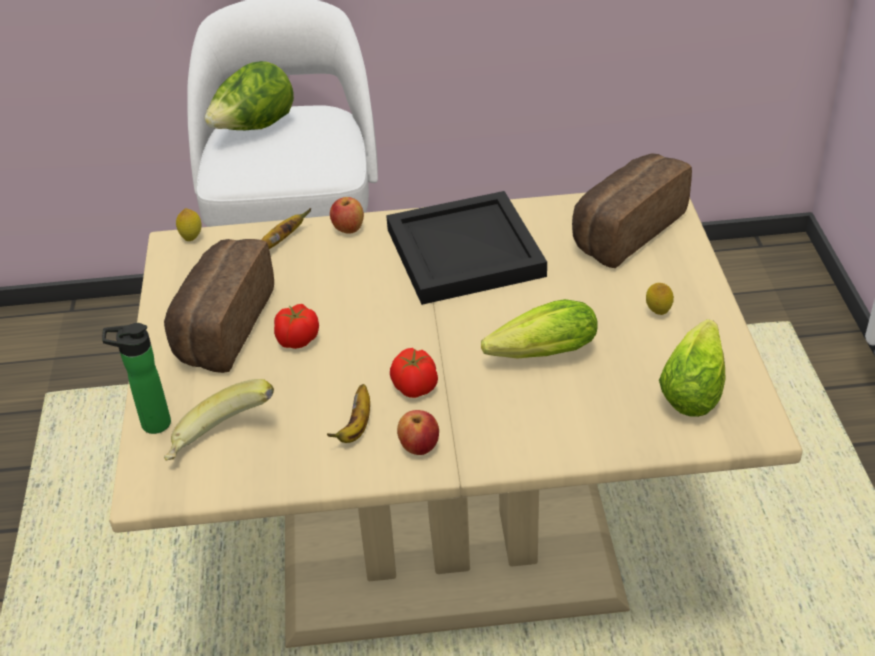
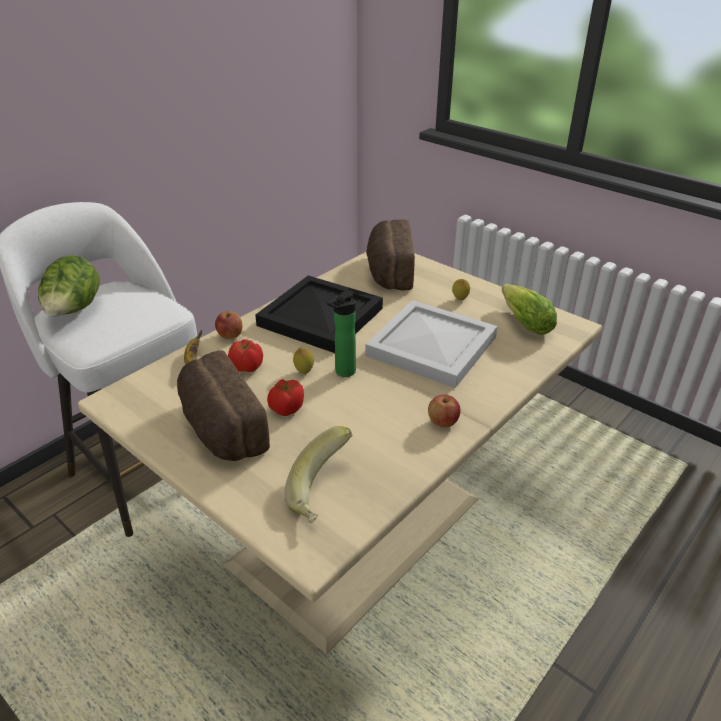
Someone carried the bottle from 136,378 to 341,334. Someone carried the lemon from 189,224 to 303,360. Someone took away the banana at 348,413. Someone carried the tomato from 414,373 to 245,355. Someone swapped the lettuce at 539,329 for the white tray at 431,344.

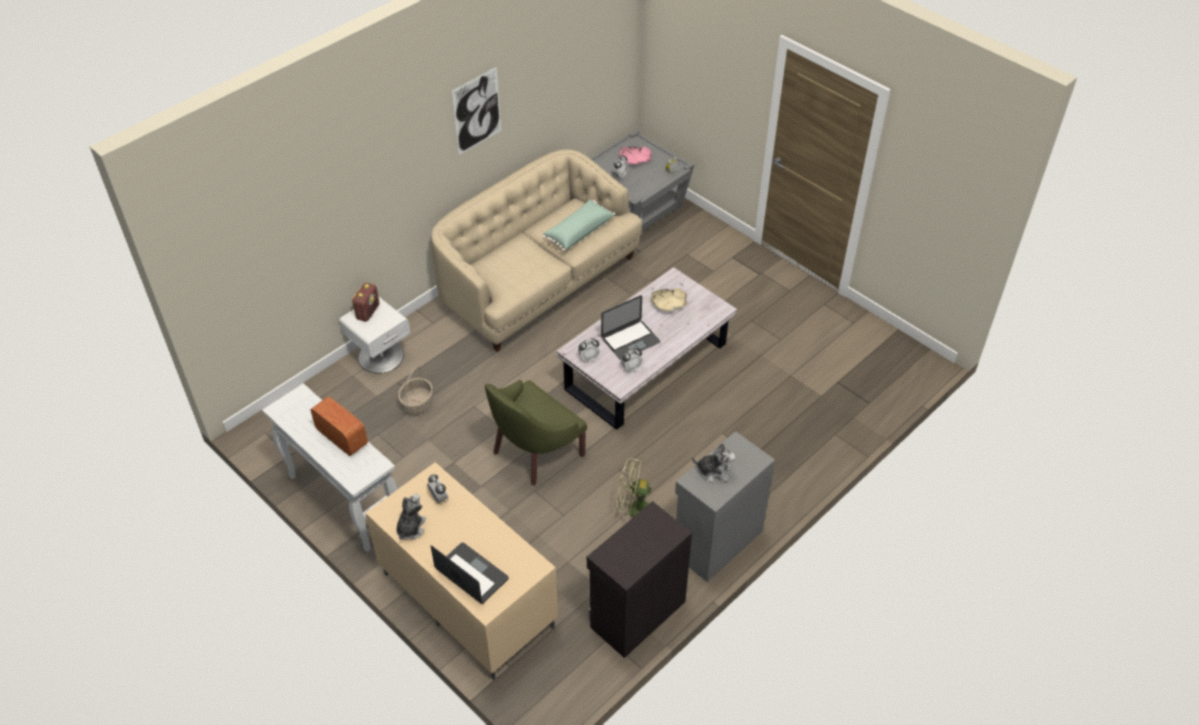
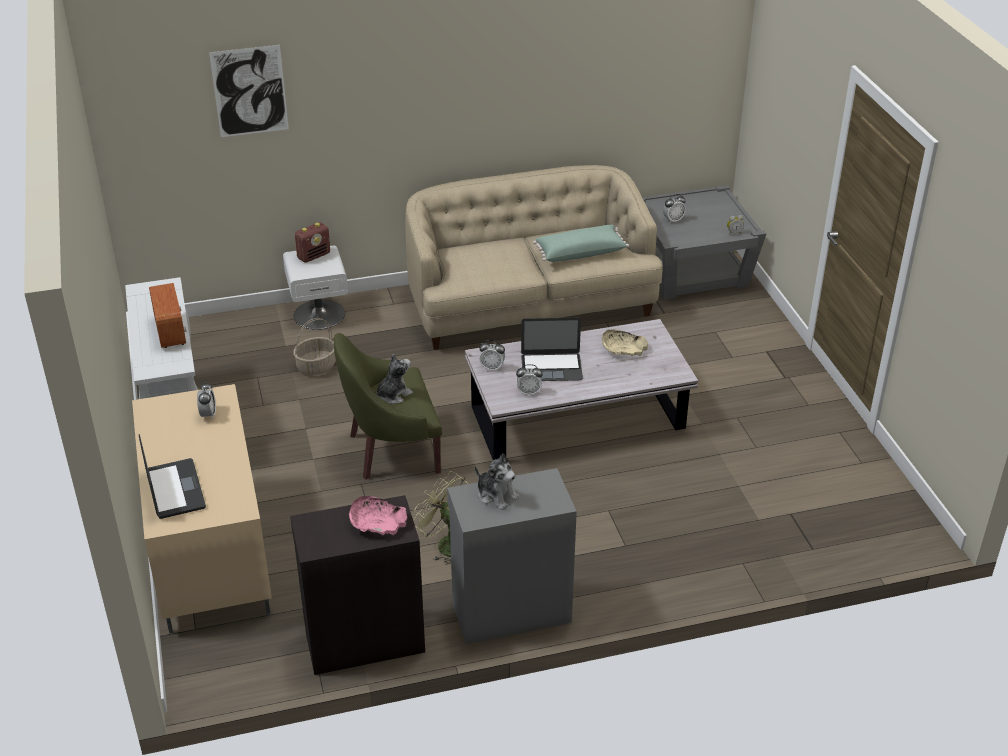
Someone carried the plush toy from 411,517 to 393,379. Someone carried the picture from 476,111 to 249,91. Someone carried the pink bowl from 635,156 to 378,515.

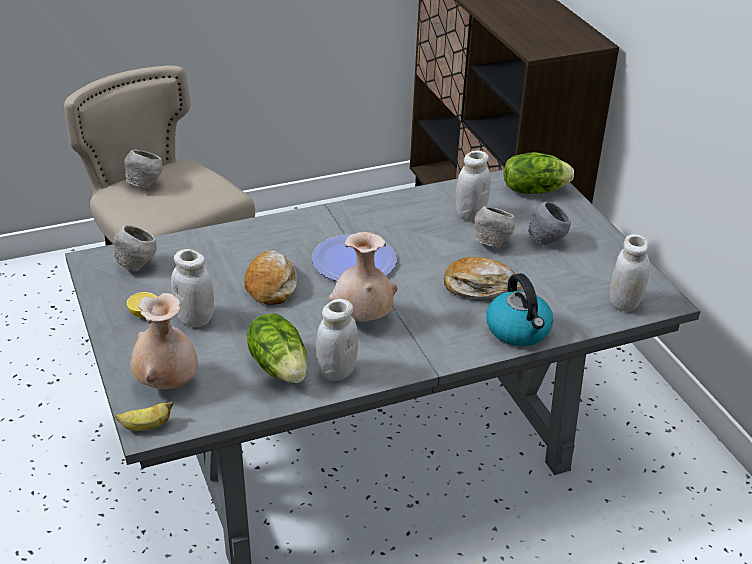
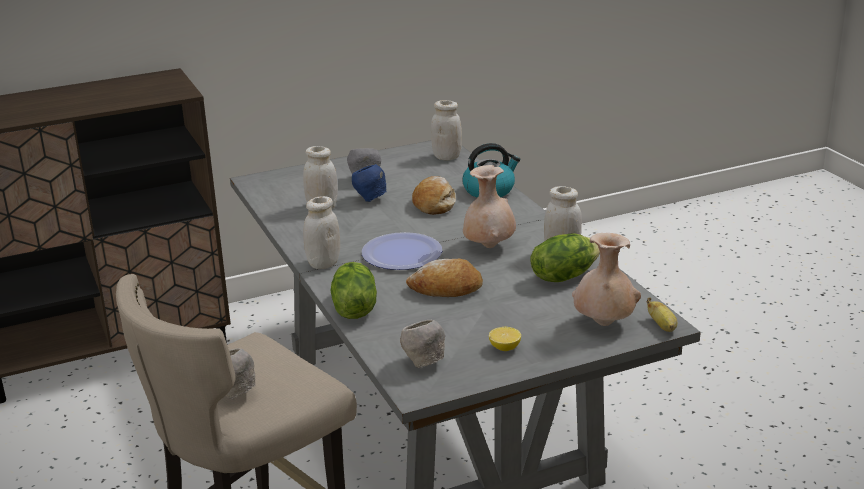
Someone carried the white jar from 192,288 to 321,232. Someone repainted the grey bowl at 495,227, which became the blue bowl at 369,183. Someone carried the lettuce from 539,173 to 354,290.

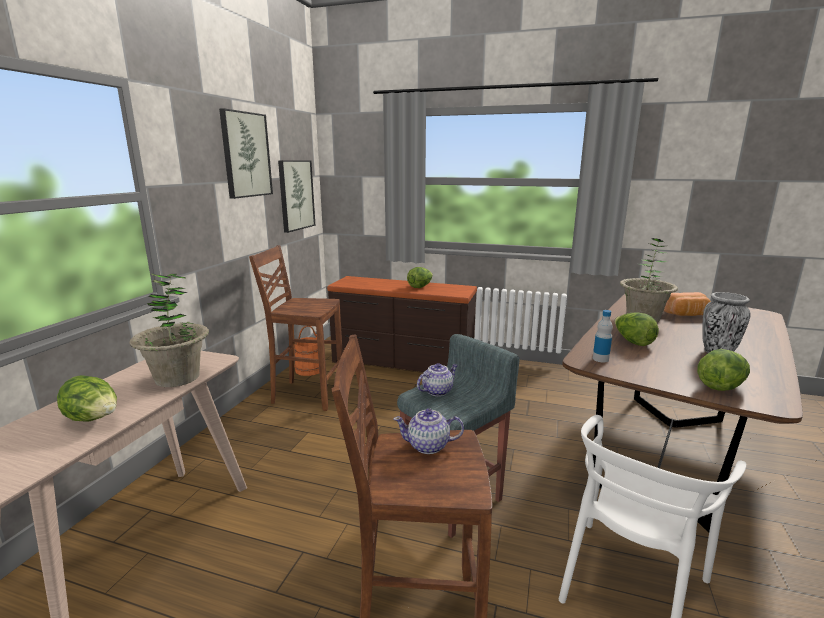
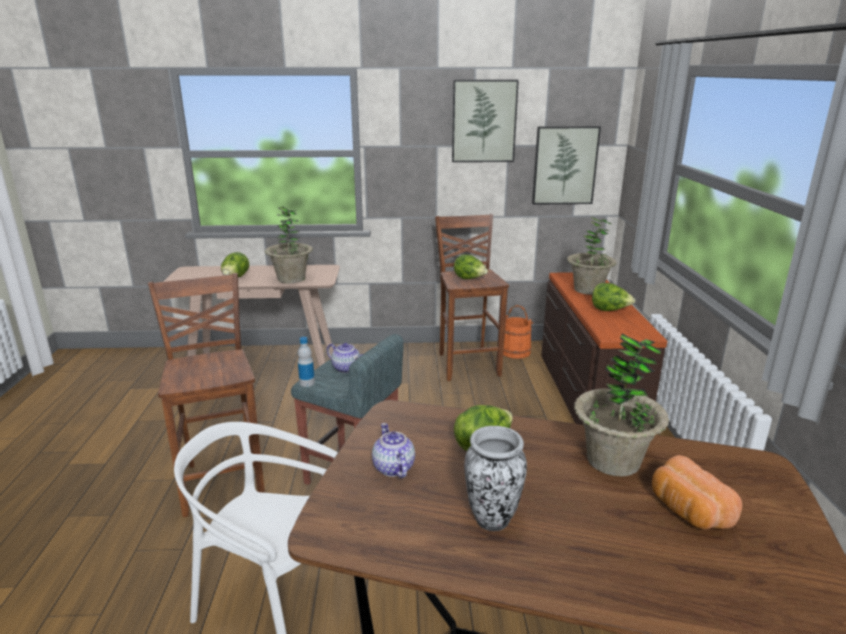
Someone carried the teapot from 428,431 to 393,450. Someone carried the bottle from 603,336 to 306,362. Someone carried the lettuce from 723,370 to 471,267. Someone put down the potted plant at 592,256.

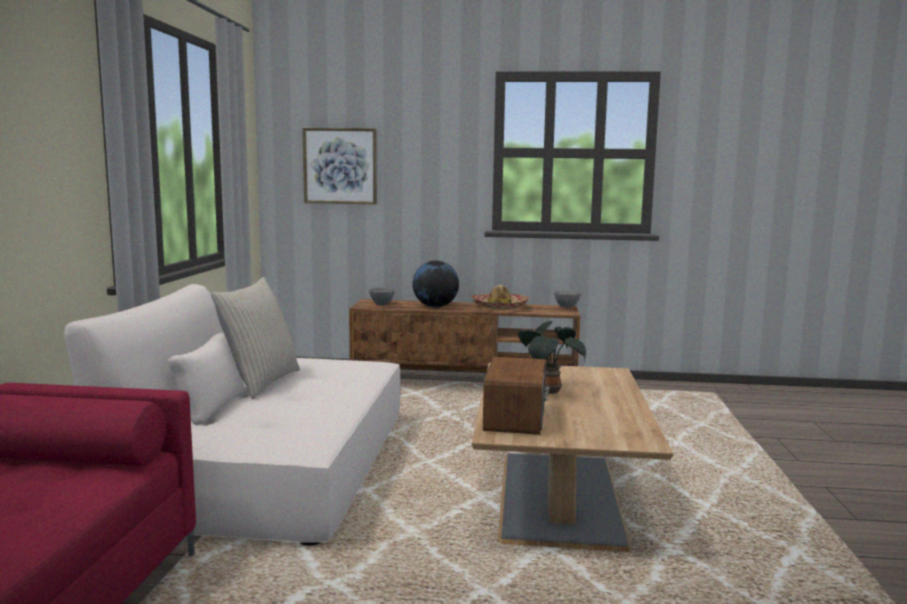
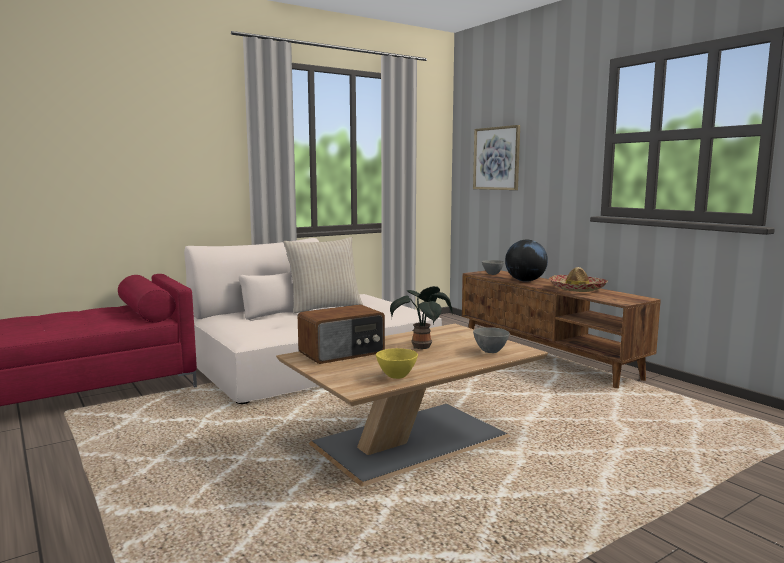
Someone carried the grey bowl from 567,299 to 491,340. Someone put down the yellow bowl at 397,363.

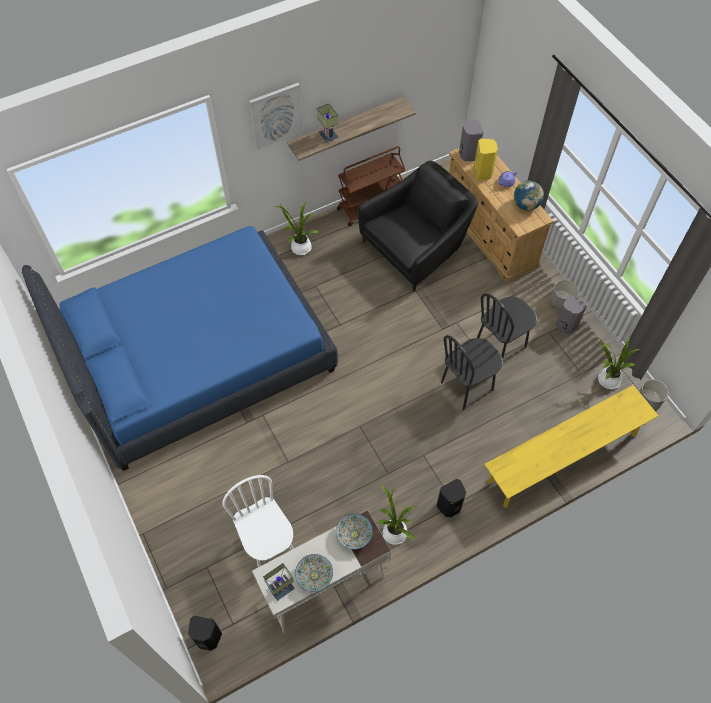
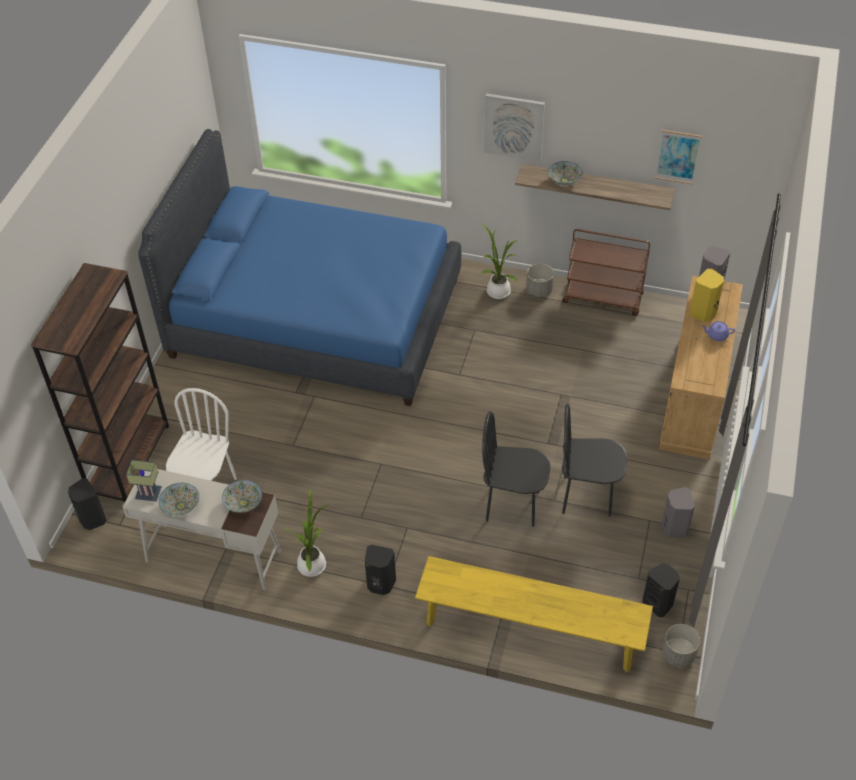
Someone swapped the table lamp at 327,122 for the bowl at 565,173. Someone took away the black armchair at 418,226. Someone took away the globe at 529,195. Someone carried the grey planter from 564,294 to 540,280. Someone swapped the potted plant at 618,363 for the black speaker at 661,590. Someone put down the brown bookcase at 100,383. Someone put up the picture at 678,157.

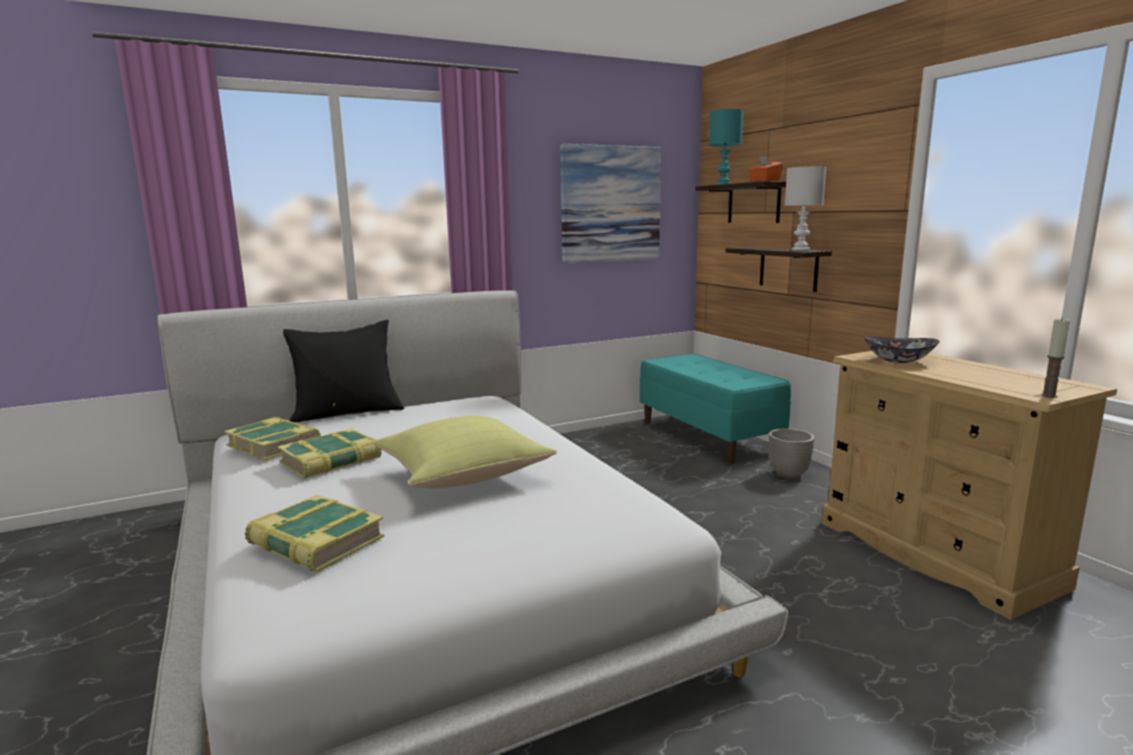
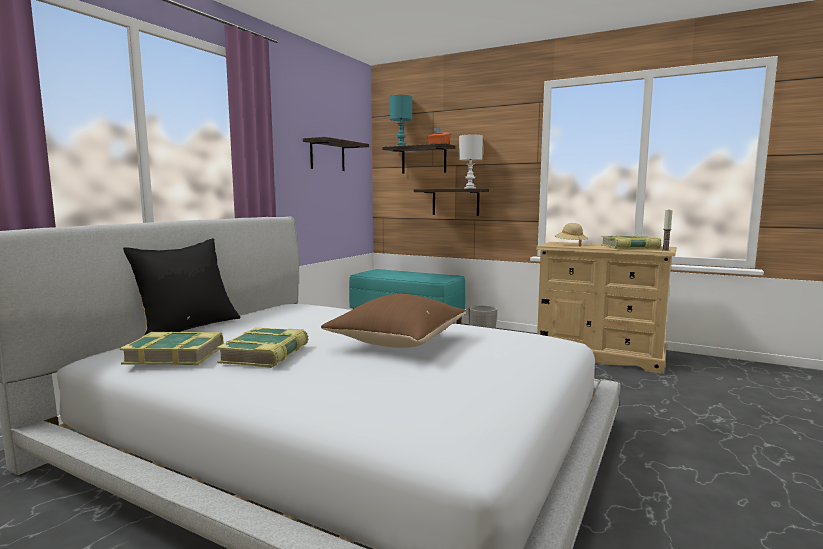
Someone carried the book from 315,533 to 631,242. Someone repainted the yellow pillow at 465,452, which became the brown pillow at 393,321. Someone swapped the picture at 610,204 for the shelf at 336,154. Someone swapped the bowl at 902,349 for the beige hat at 571,235.

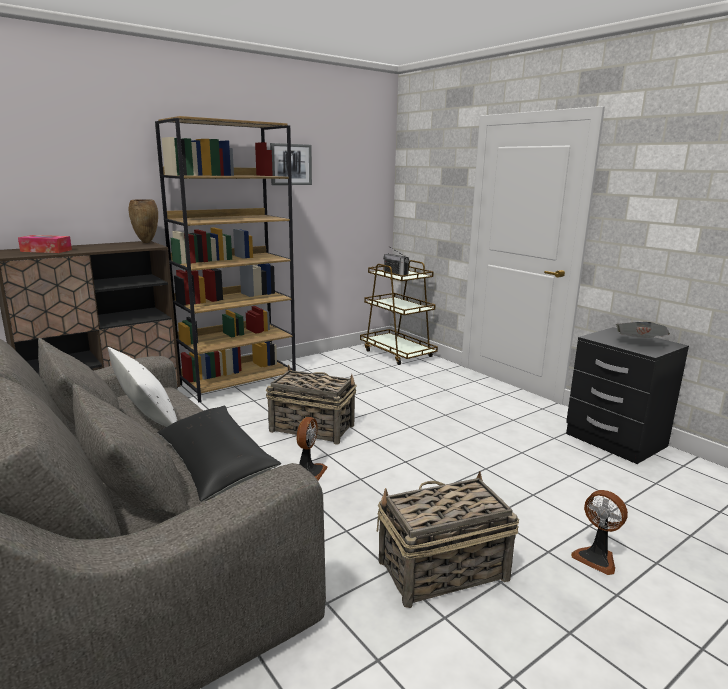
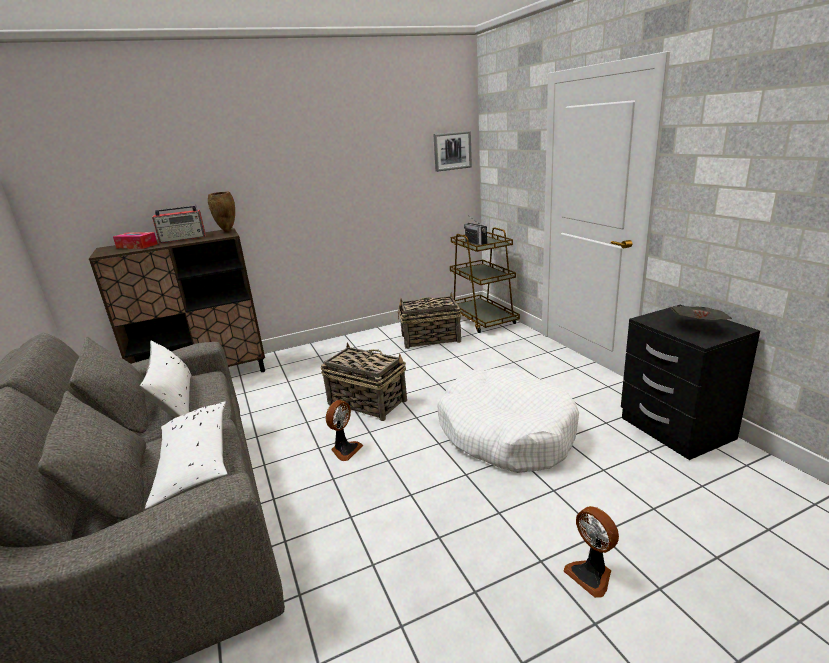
Someone took away the brown bookcase at 225,259. Someone repainted the black pillow at 219,454, which became the white pillow at 186,455. Someone carried the picture from 291,164 to 452,151. Someone carried the basket from 448,539 to 429,321. Someone put down the radio at 179,223. Someone put down the white dog bed at 508,420.

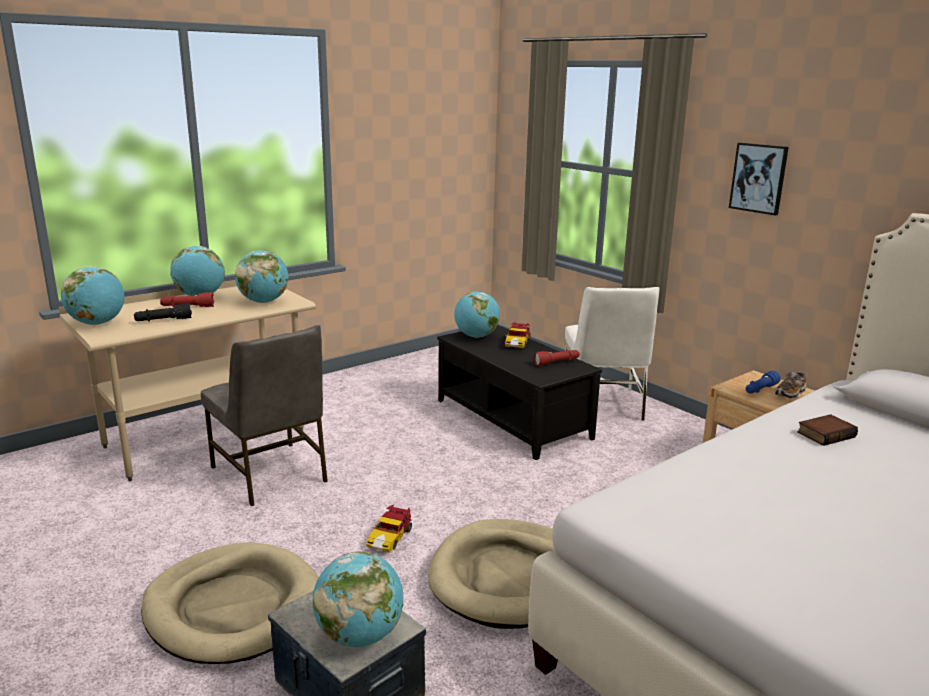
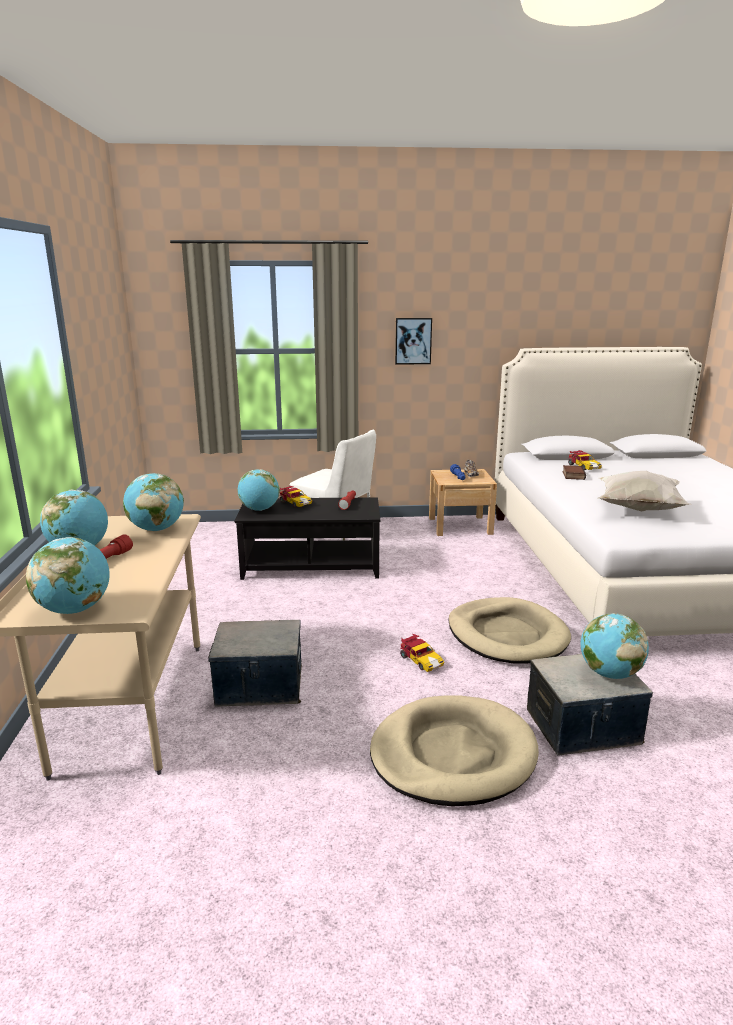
Someone took away the black flashlight at 163,312. Someone swapped the grey chair at 264,415 for the storage box at 255,663. Someone put down the toy car at 585,460. Someone put down the white pillow at 644,491.

